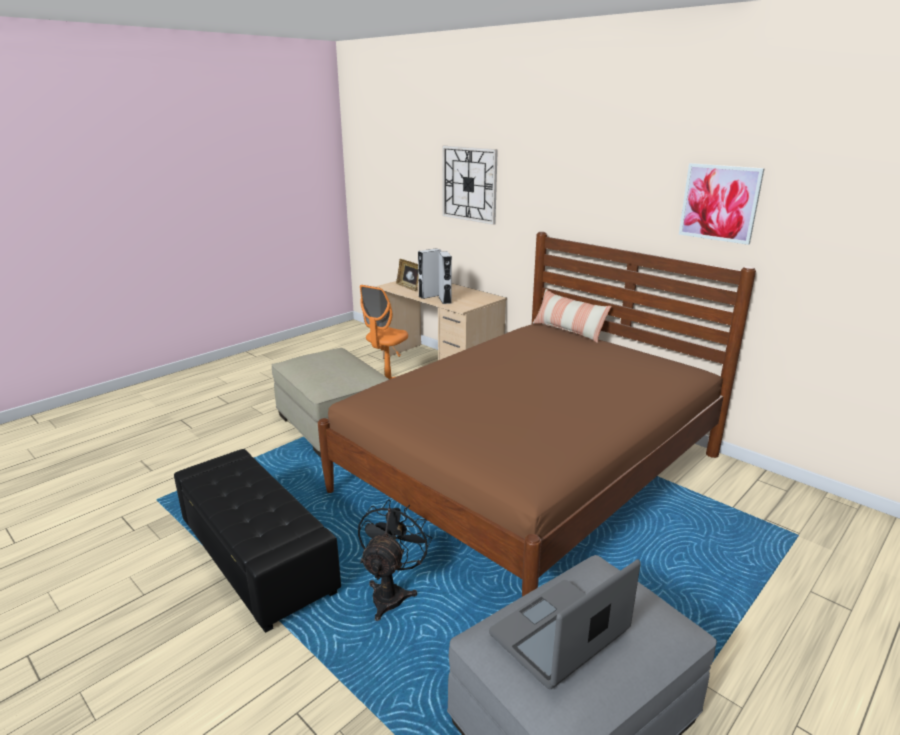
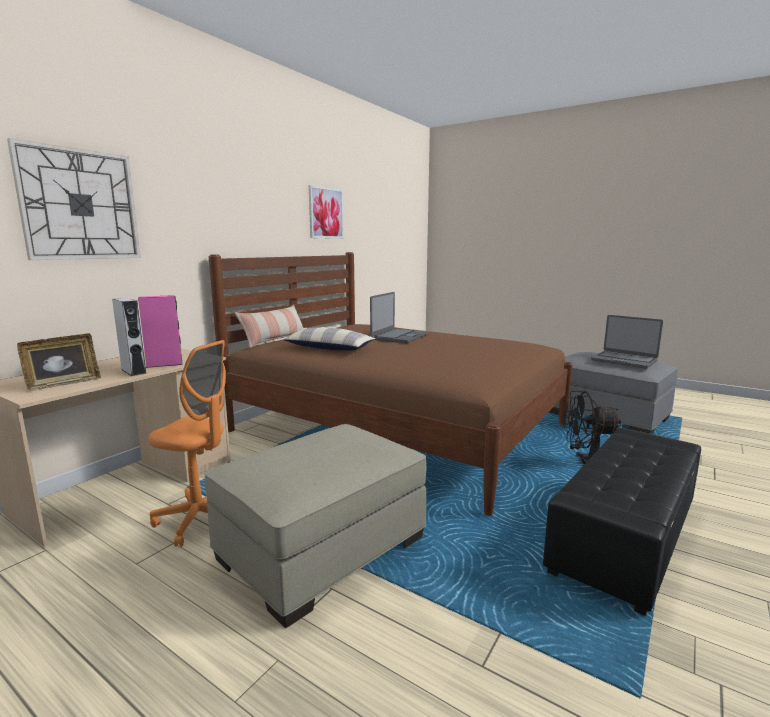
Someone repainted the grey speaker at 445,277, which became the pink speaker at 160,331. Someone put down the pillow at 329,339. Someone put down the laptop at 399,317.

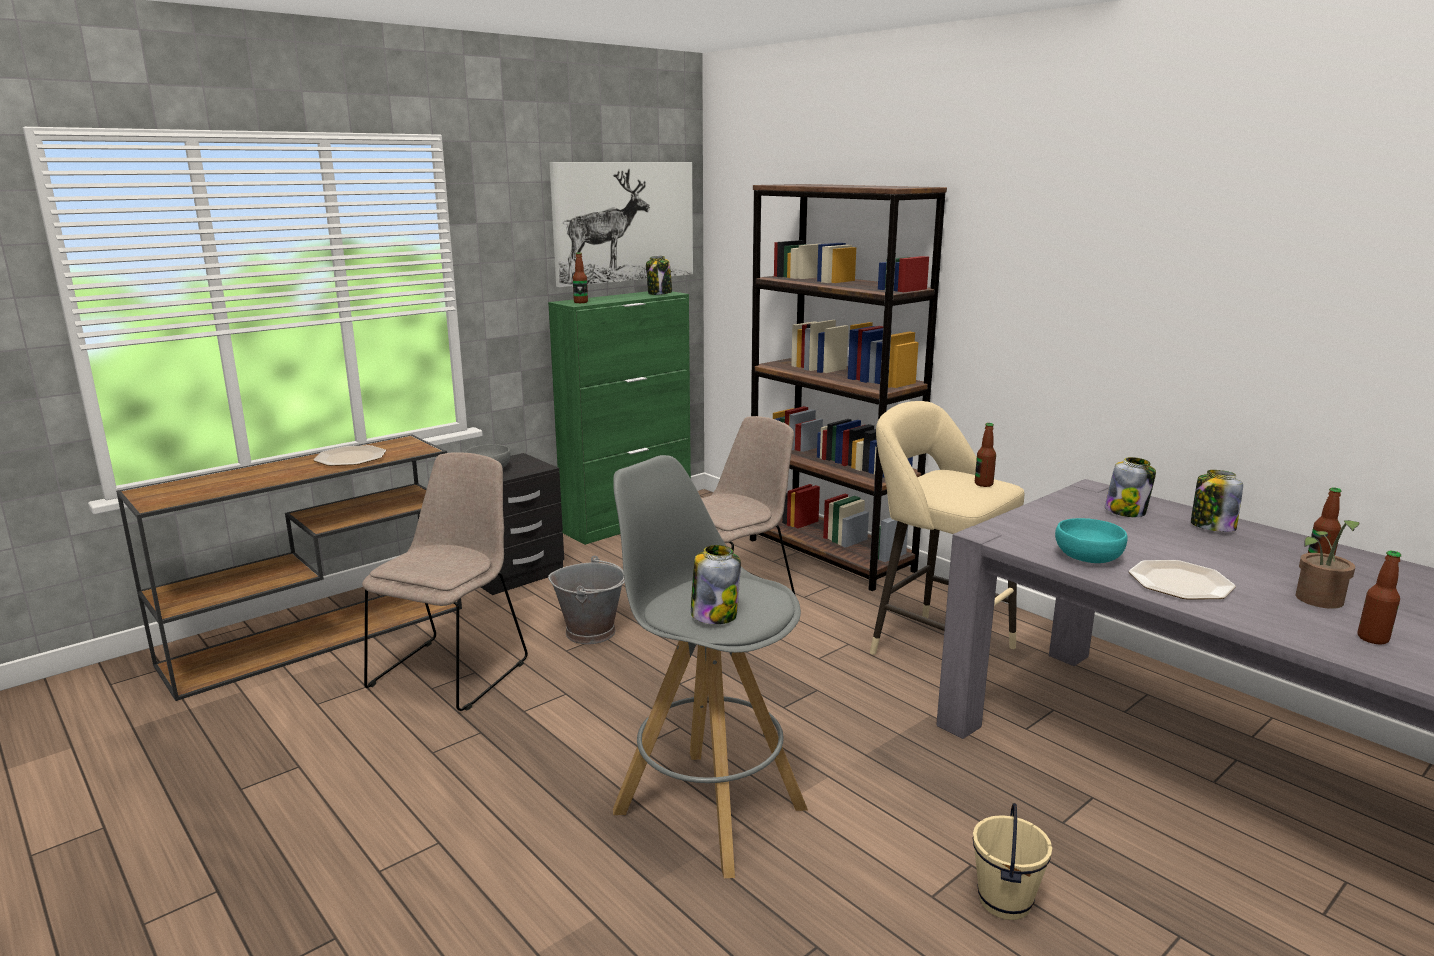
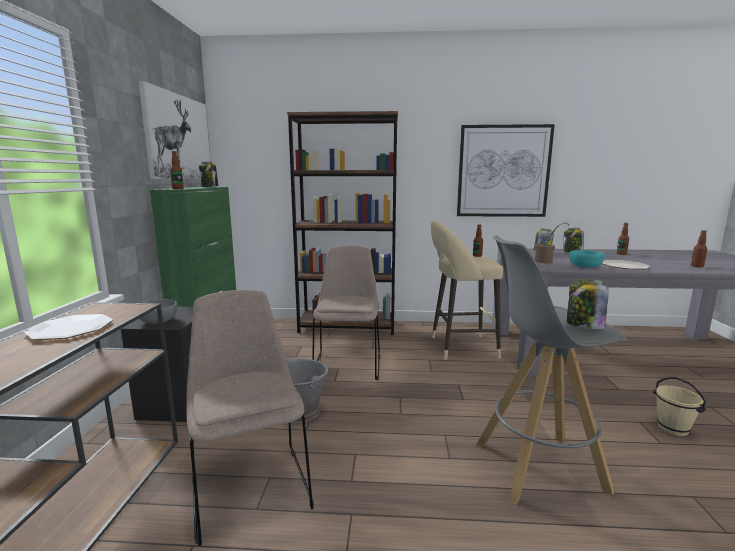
Someone carried the potted plant from 1328,564 to 551,243. Someone put up the picture at 506,170.

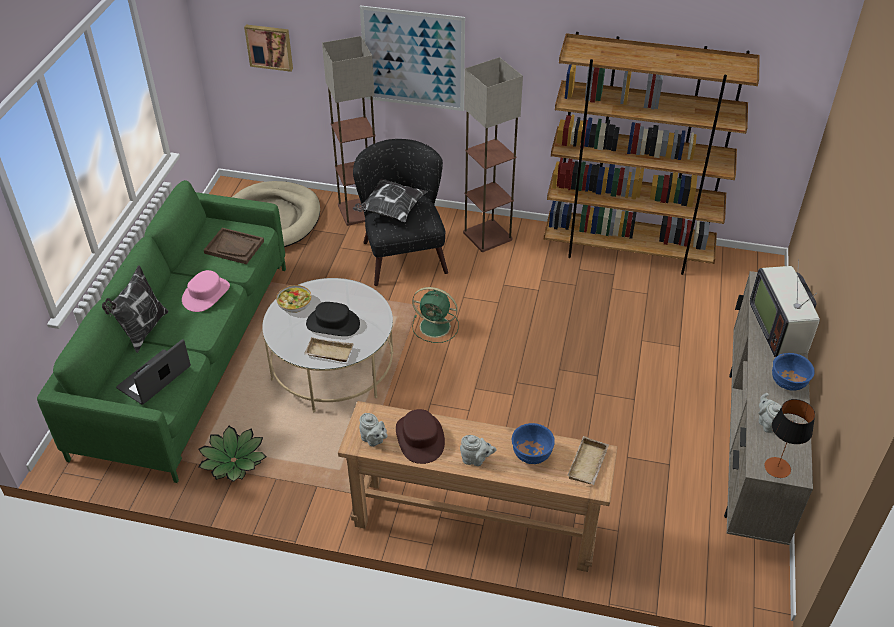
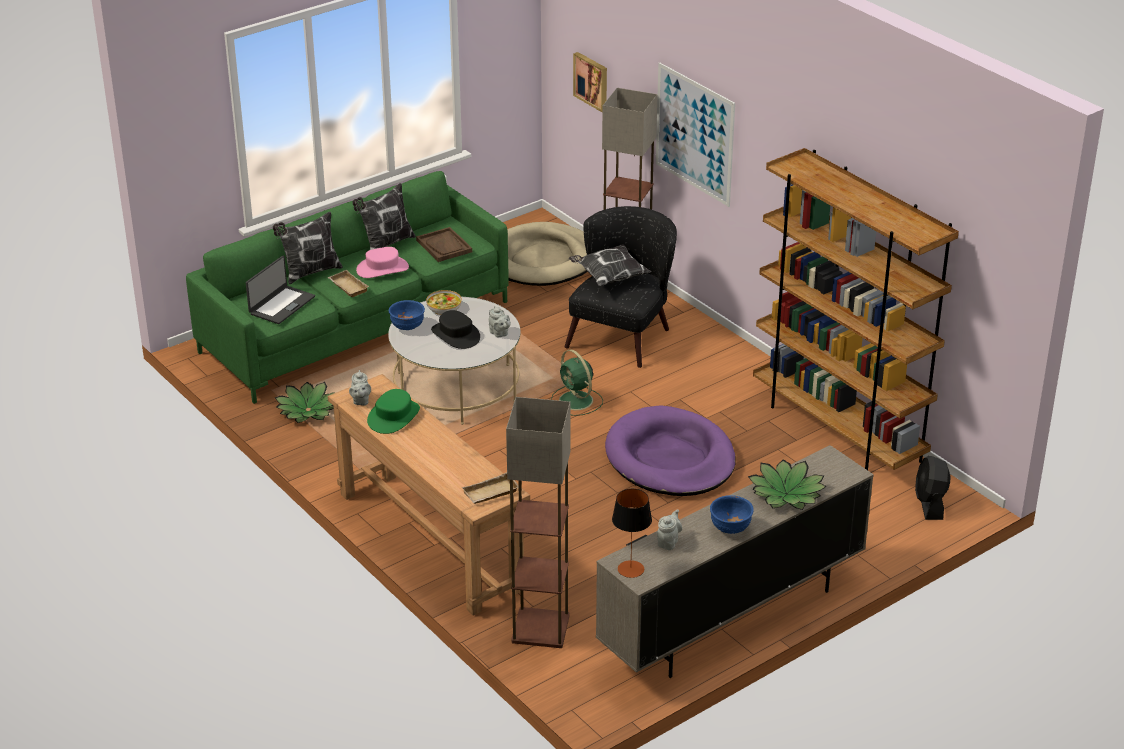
Someone rotated the laptop at 153,372 by 135 degrees clockwise. Someone carried the beige tray from 329,349 to 348,283. Someone repainted the brown hat at 420,436, which became the green hat at 393,411. Someone carried the grey teapot from 478,450 to 500,321. Someone carried the floor lamp from 493,154 to 538,522. Someone carried the blue bowl from 533,443 to 407,315. Someone swapped the television at 785,308 for the potted plant at 787,485. Someone put down the pillow at 384,216. Someone put down the purple dog bed at 670,450. Someone put down the black fan at 933,488.

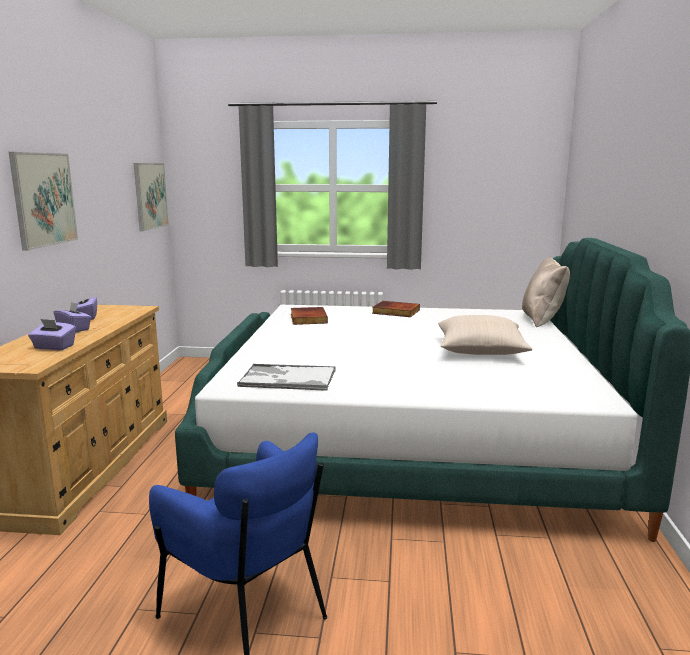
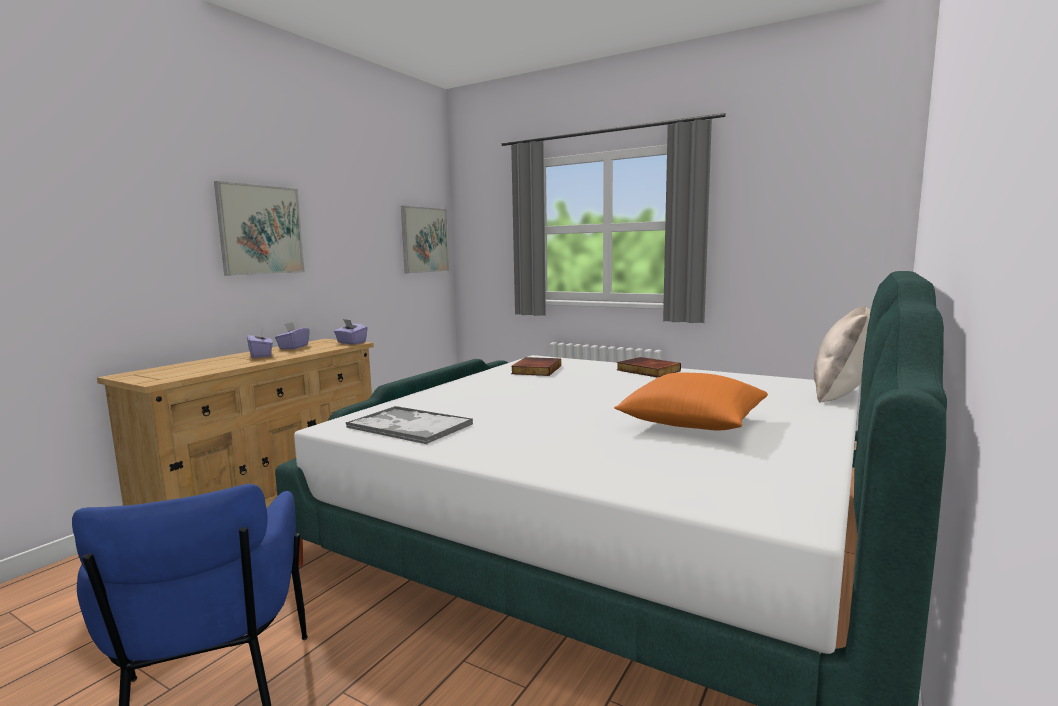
Someone carried the purple tissue box from 52,334 to 351,331. Someone repainted the beige pillow at 485,335, which became the orange pillow at 691,401.

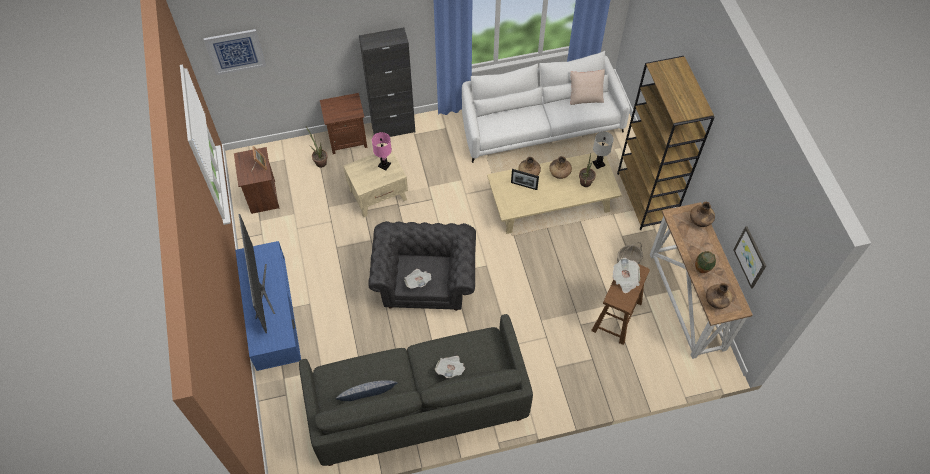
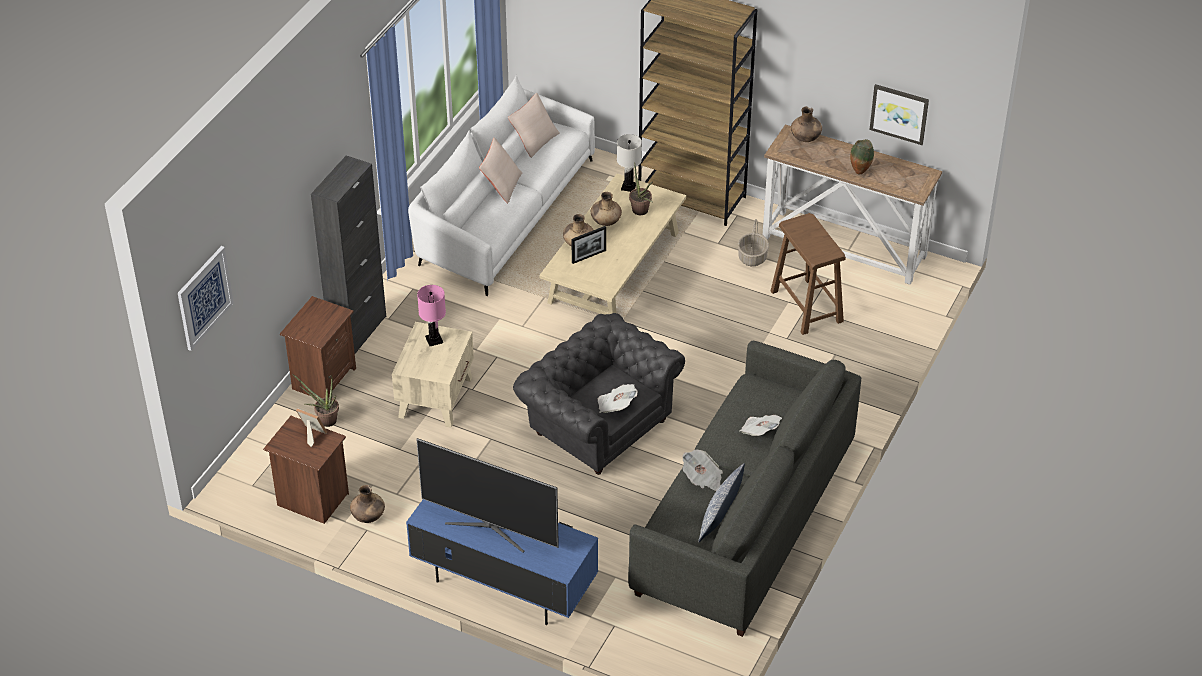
Someone carried the newspaper from 626,275 to 702,470. Someone carried the brown vase from 719,296 to 367,504. Someone put down the beige pillow at 500,170.

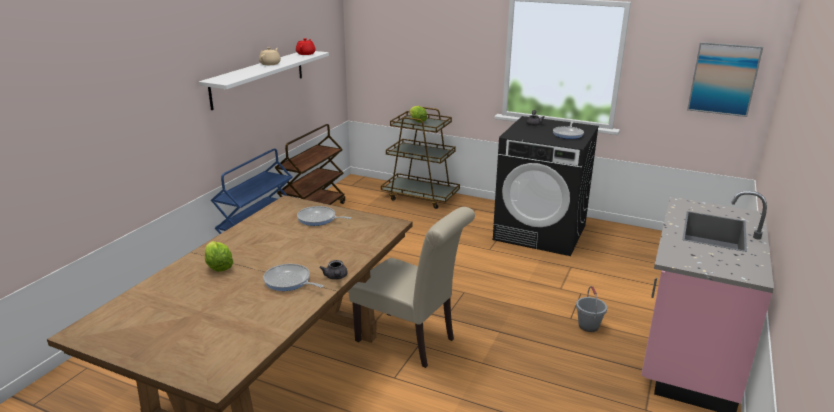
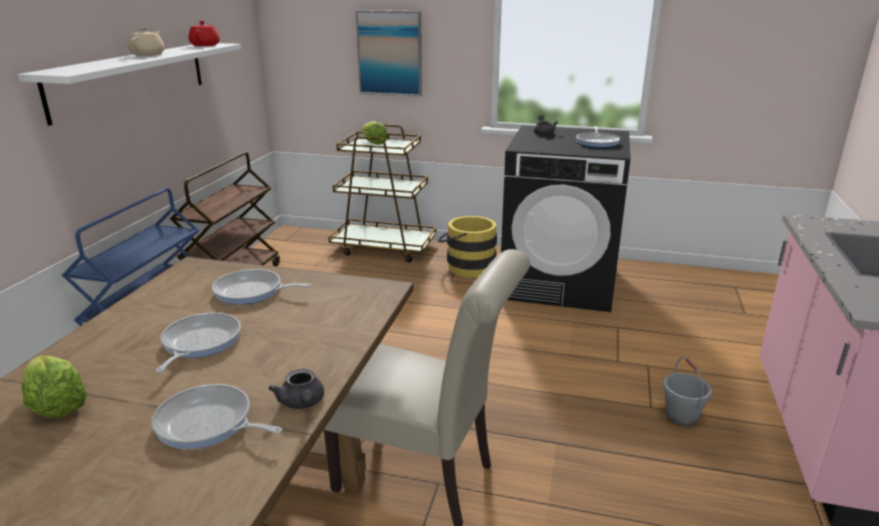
Someone carried the picture from 725,79 to 388,53. Someone put down the frying pan at 198,343. Someone put down the yellow bucket at 467,247.

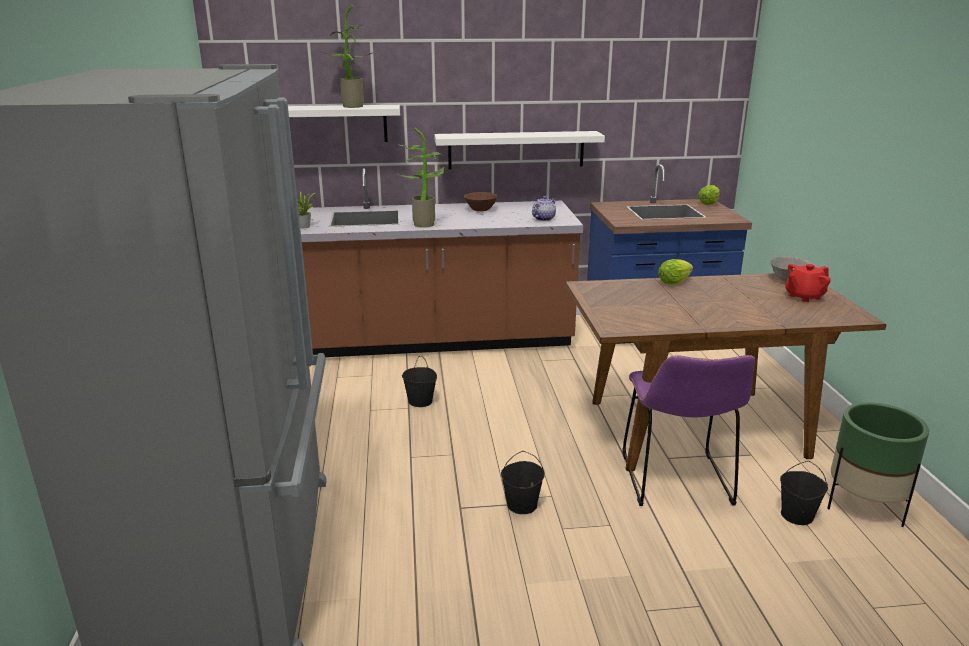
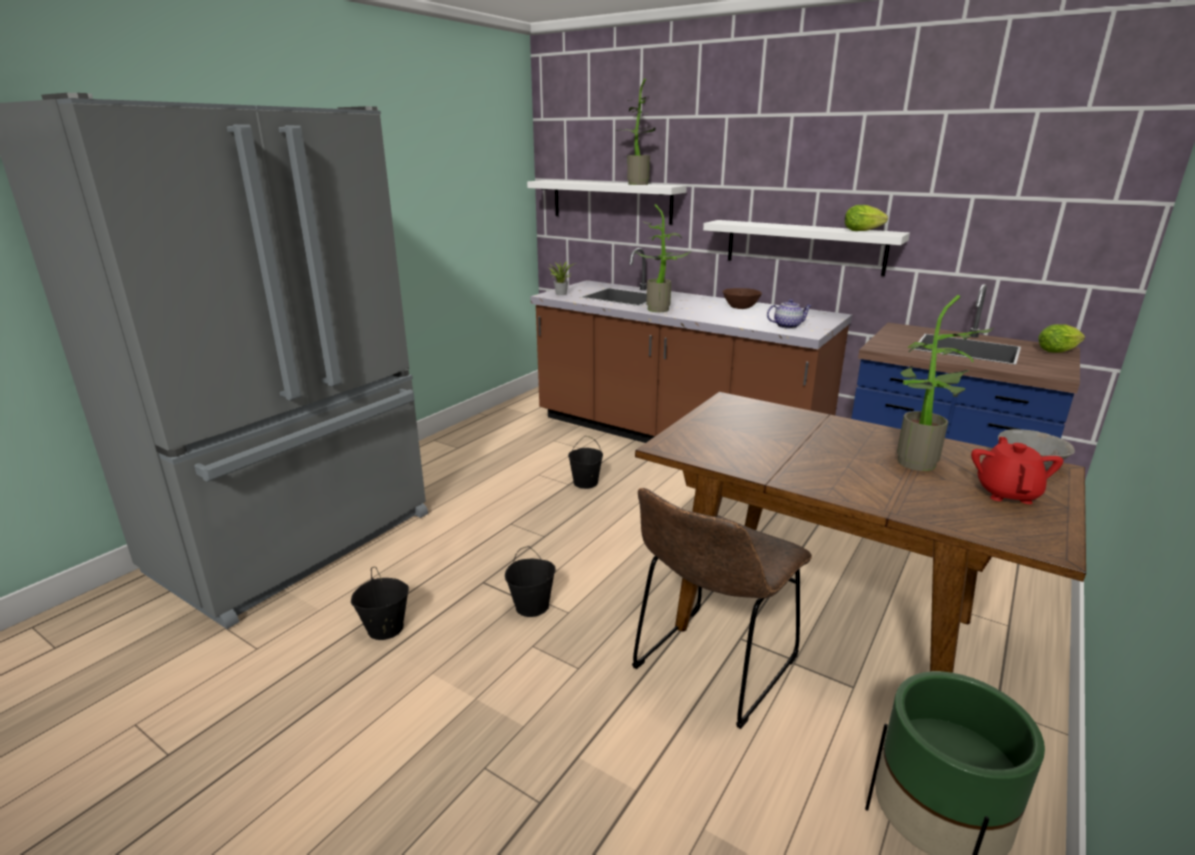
Someone repainted the purple chair at 688,430, which became the brown chair at 722,608. Someone carried the lettuce from 675,271 to 866,218. Someone carried the black bucket from 804,493 to 380,603. Someone rotated the red teapot at 808,283 by 90 degrees clockwise. Someone put down the potted plant at 945,383.

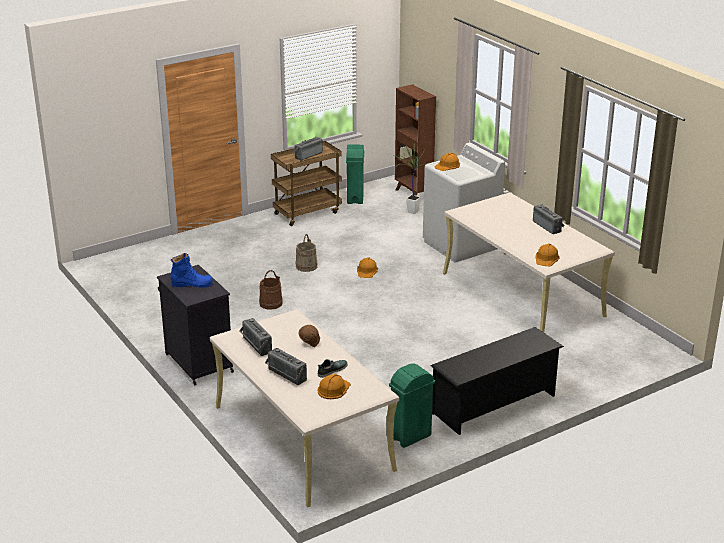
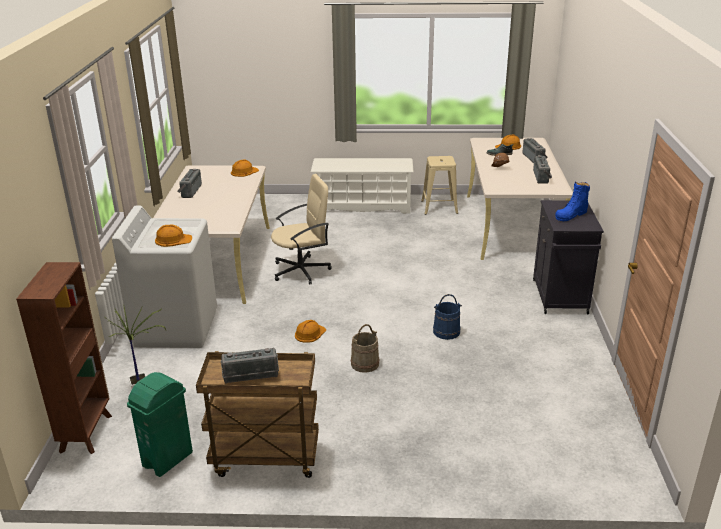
Someone rotated the blue boot at 191,270 by 75 degrees counterclockwise. Someone repainted the brown bucket at 271,290, which became the blue bucket at 447,317. Someone swapped the green trash can at 412,405 for the beige stool at 439,185. Someone repainted the black shoe rack at 497,381, which became the white shoe rack at 362,186. Someone put down the beige office chair at 301,229.

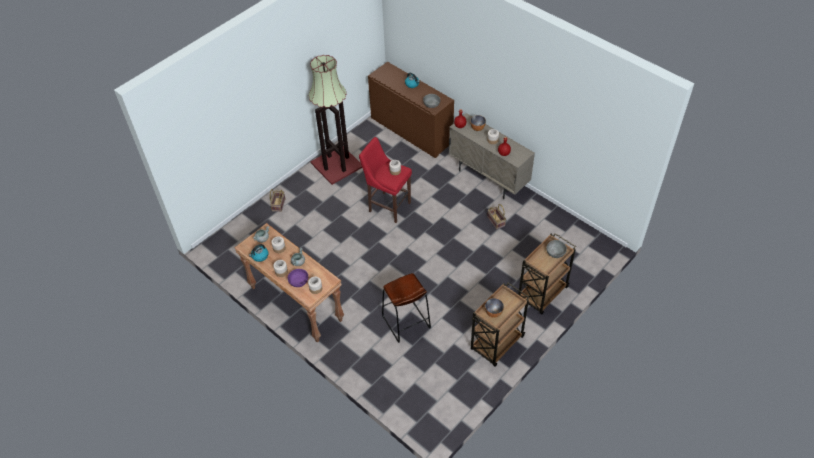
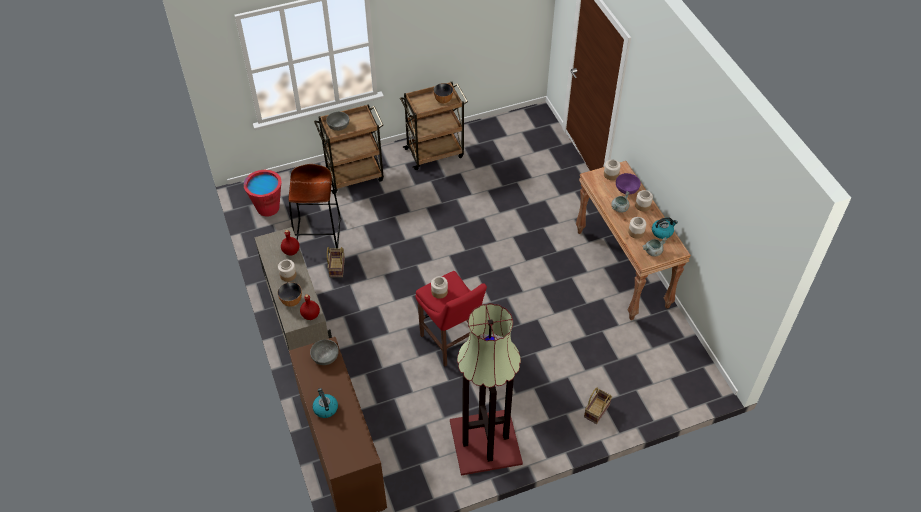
Someone carried the brown stool from 406,308 to 314,206. Someone put down the red bucket at 262,193.

